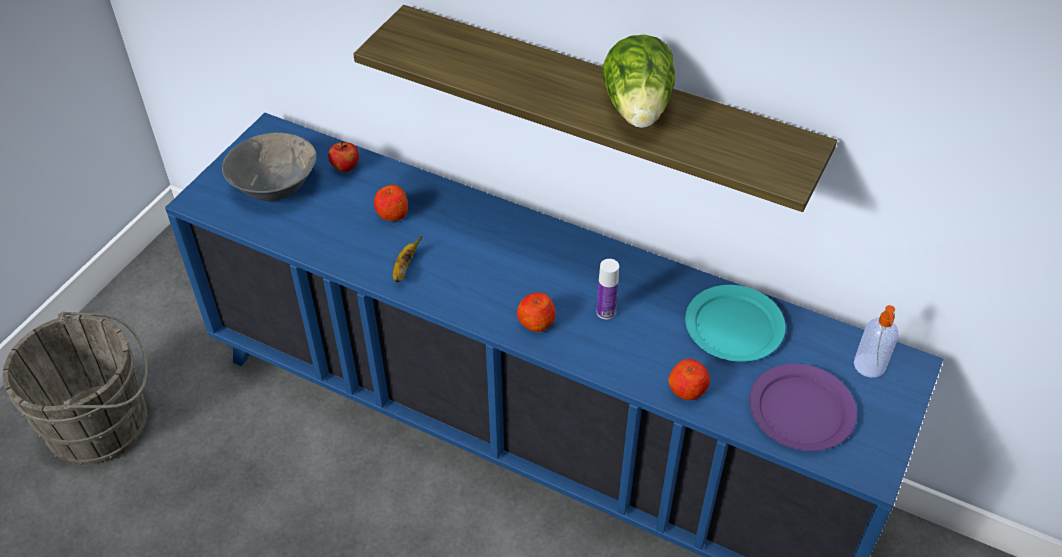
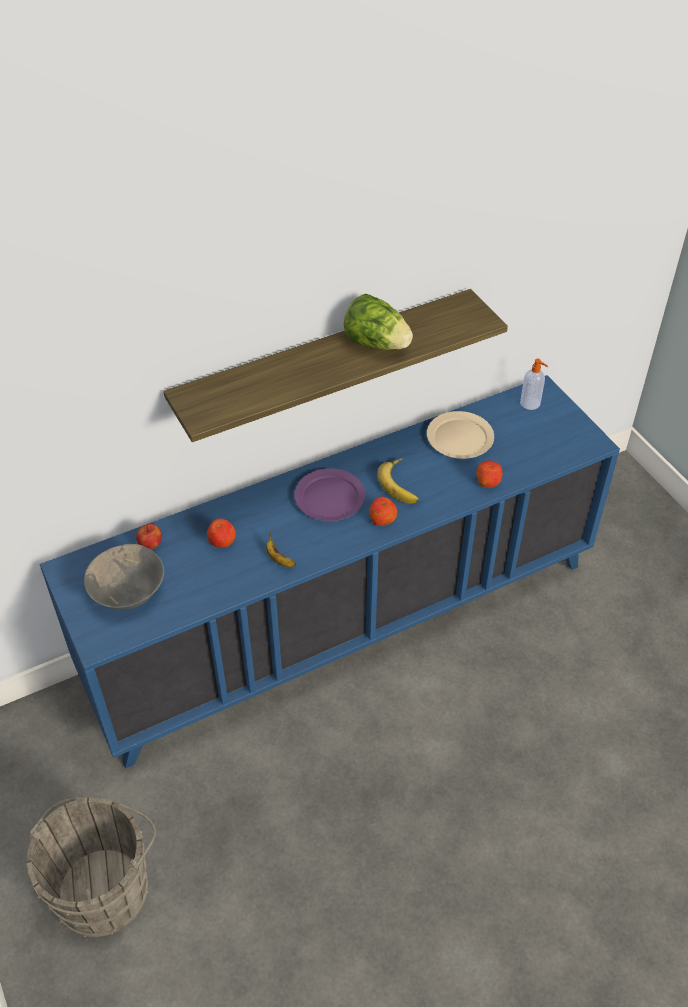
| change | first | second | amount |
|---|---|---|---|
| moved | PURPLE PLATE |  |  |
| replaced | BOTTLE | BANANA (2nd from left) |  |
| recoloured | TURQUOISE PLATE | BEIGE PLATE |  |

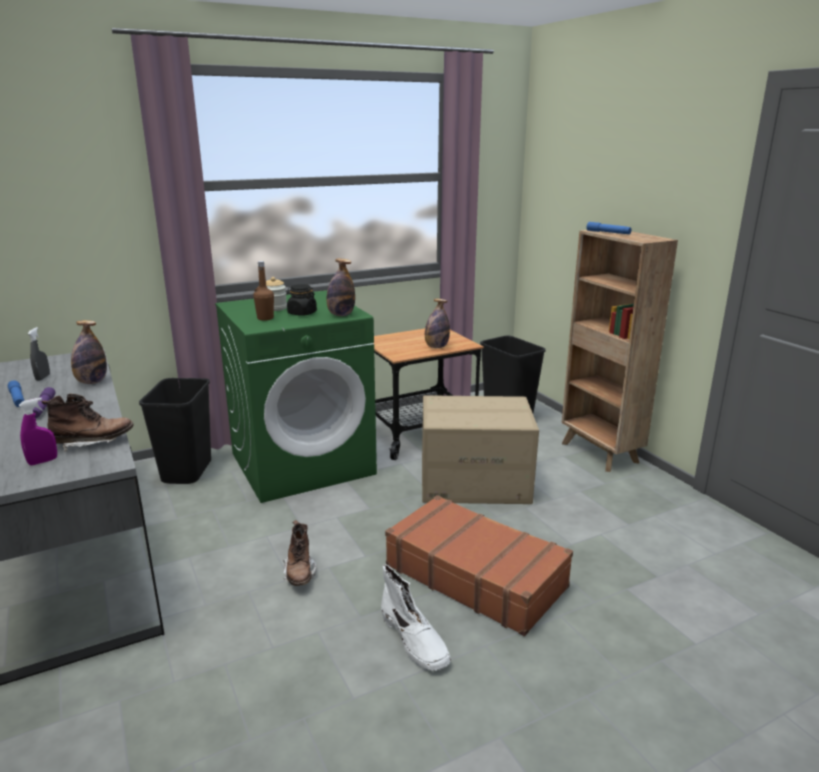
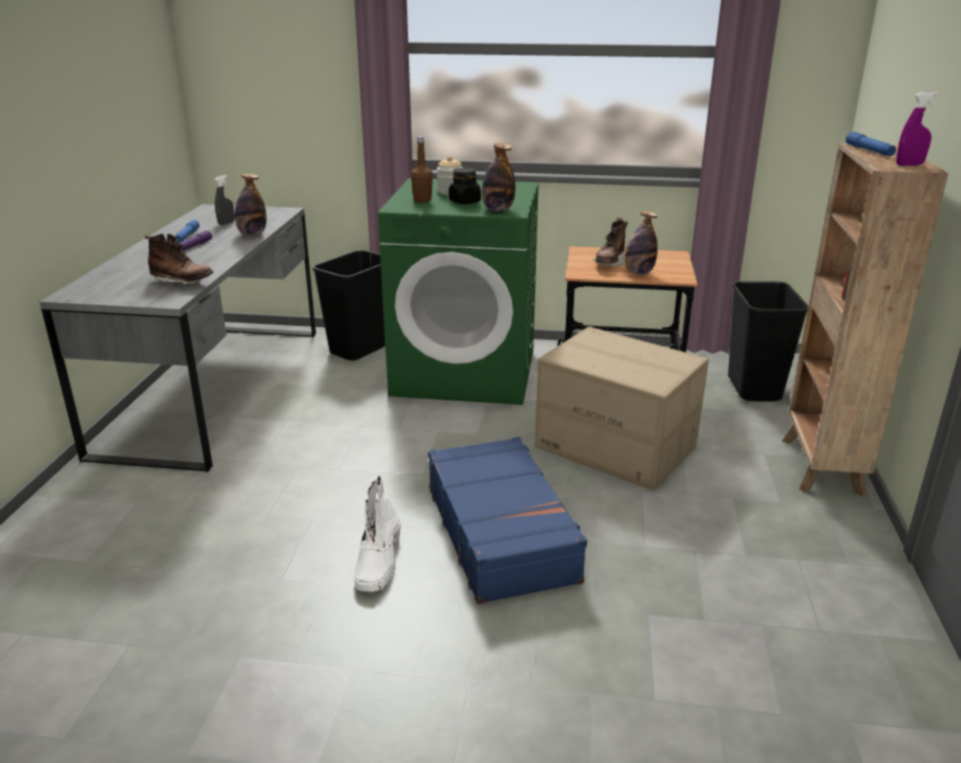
| change | first | second | amount |
|---|---|---|---|
| moved | PURPLE SPRAY BOTTLE |  |  |
| moved | BROWN BOOT (2nd from left) |  |  |
| recoloured | BROWN SUITCASE | BLUE SUITCASE |  |

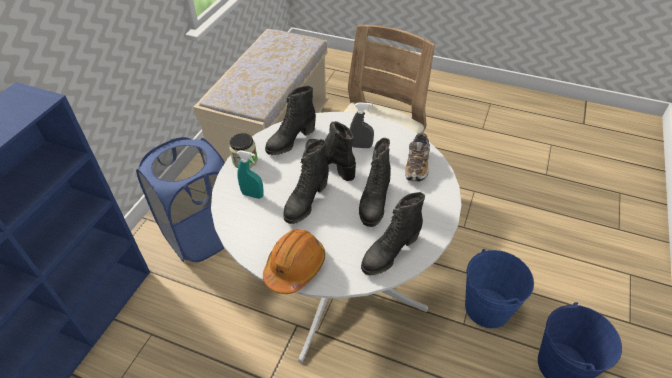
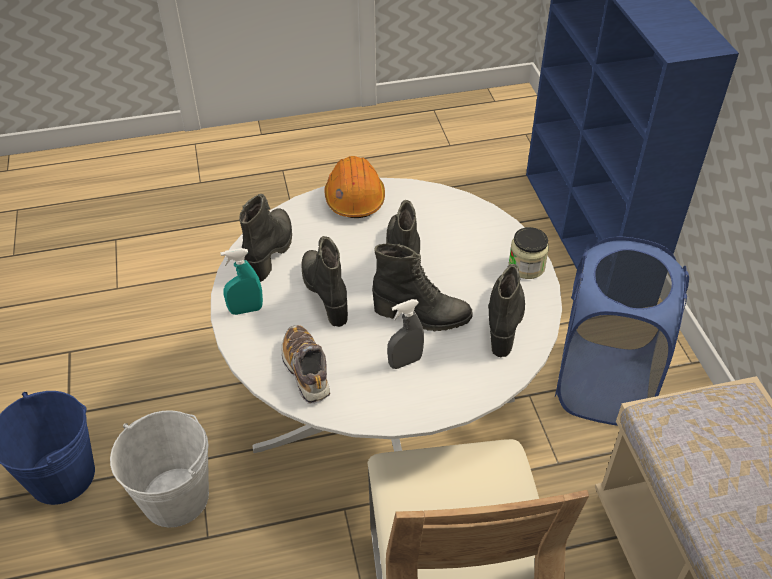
| change | first | second | amount |
|---|---|---|---|
| moved | TURQUOISE SPRAY BOTTLE |  |  |
| recoloured | BLUE BUCKET (1st from left) | WHITE BUCKET |  |

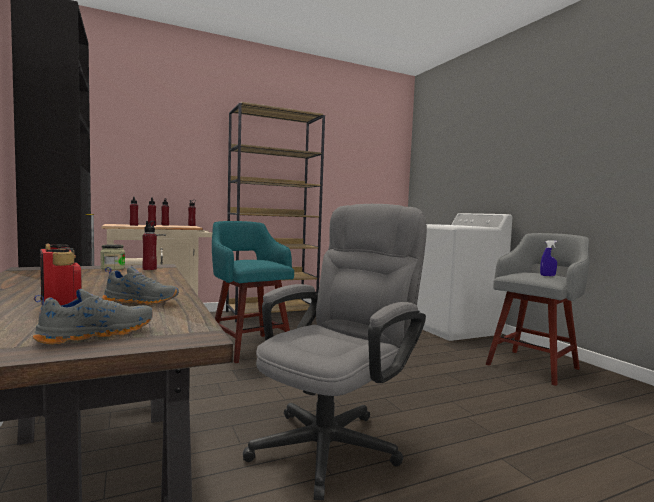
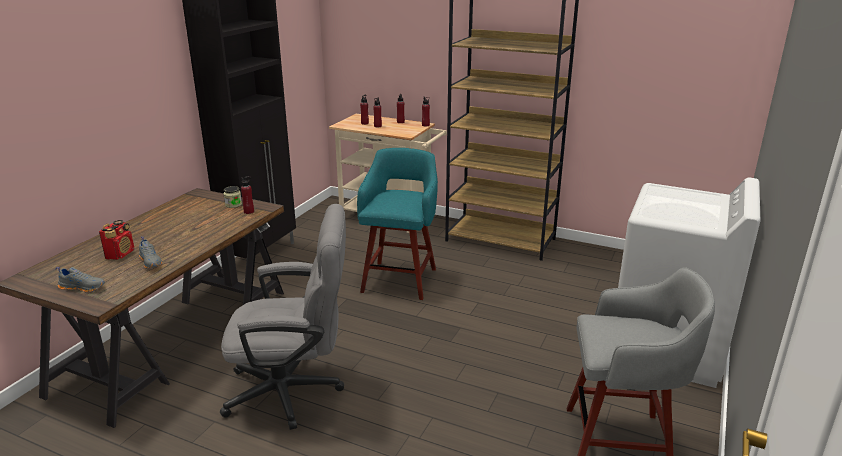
| change | first | second | amount |
|---|---|---|---|
| removed | BLUE SPRAY BOTTLE |  |  |

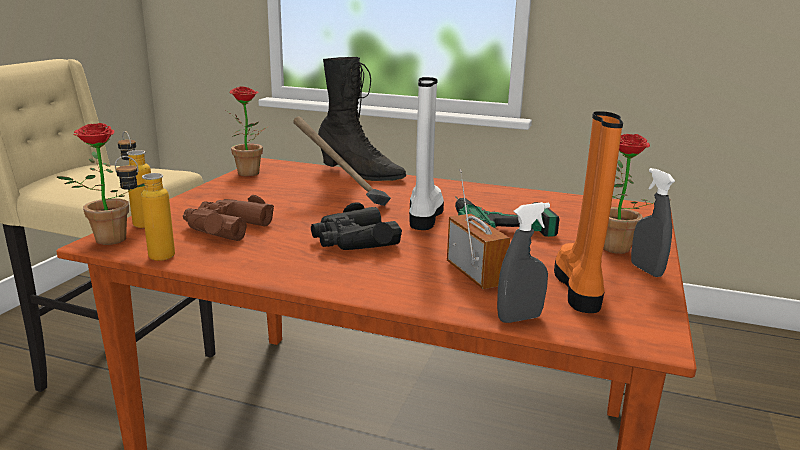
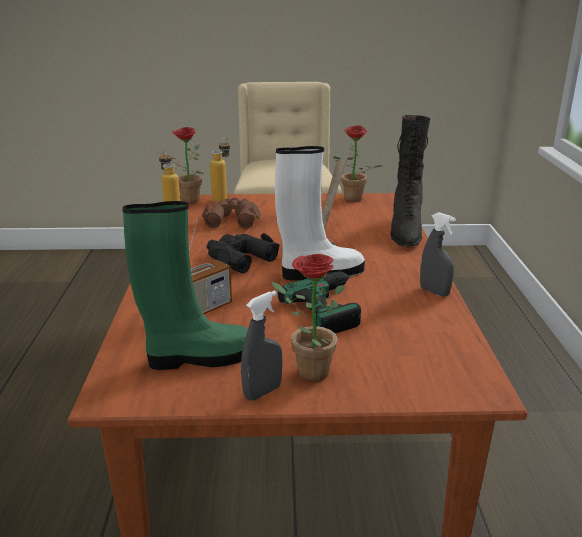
| change | first | second | amount |
|---|---|---|---|
| moved | GREY SPRAY BOTTLE (1st from left in the first image) | GREY SPRAY BOTTLE (2nd from left) |  |
| recoloured | ORANGE BOOT | GREEN BOOT |  |

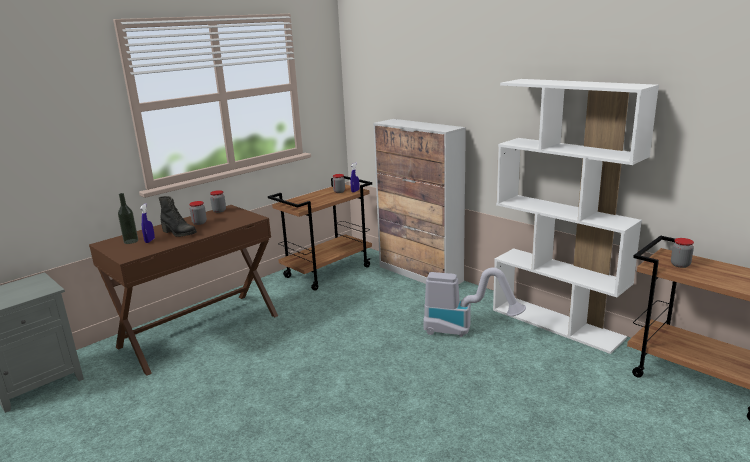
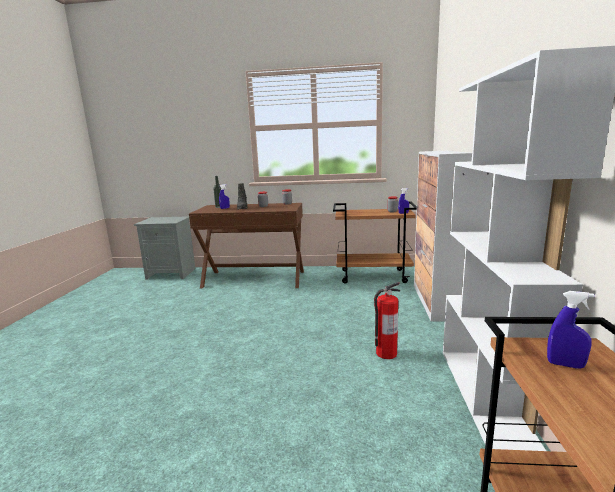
| change | first | second | amount |
|---|---|---|---|
| replaced | VACUUM CLEANER | FIRE EXTINGUISHER |  |
| replaced | JAR (4th from left) | BLUE SPRAY BOTTLE (3rd from left) |  |

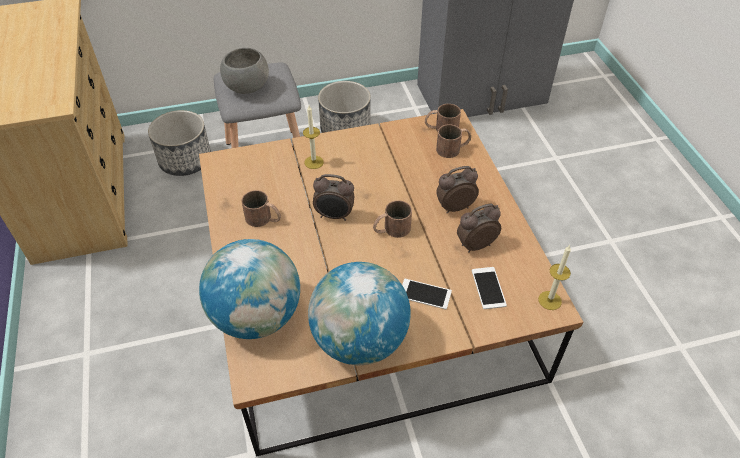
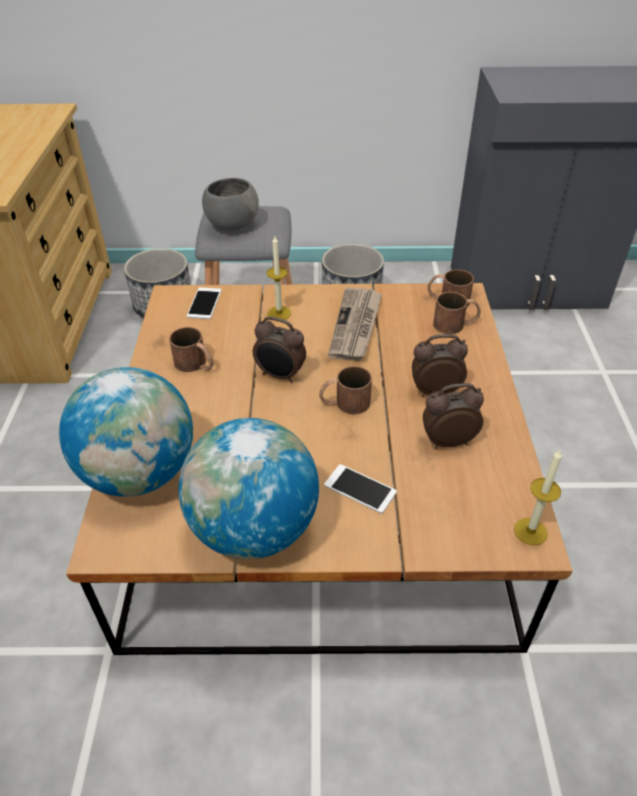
| change | first | second | amount |
|---|---|---|---|
| added |  | NEWSPAPER |  |
| moved | PHONE (2nd from left in the first image) | PHONE (1st from left) |  |

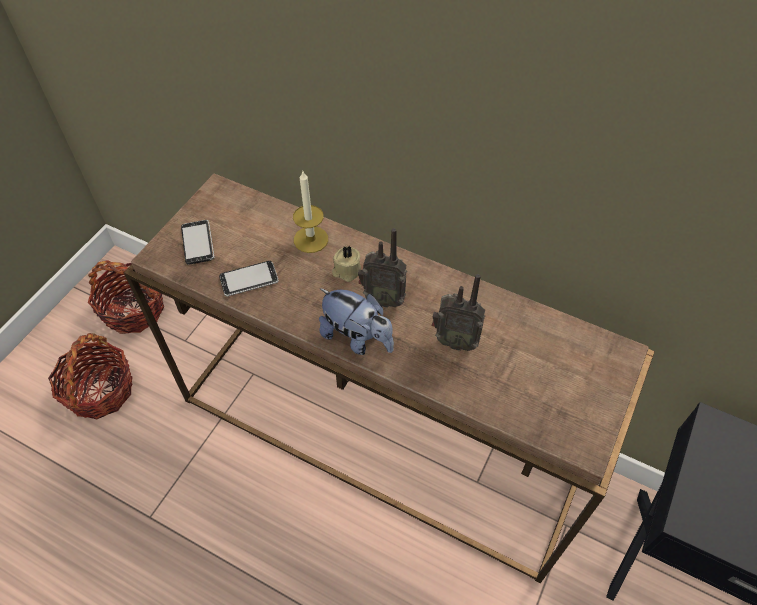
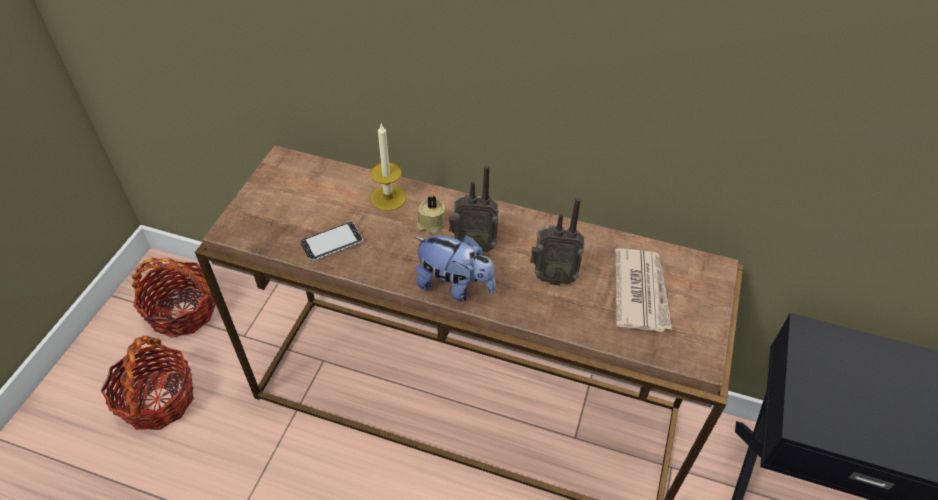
| change | first | second | amount |
|---|---|---|---|
| removed | PHONE (1st from left) |  |  |
| added |  | NEWSPAPER |  |

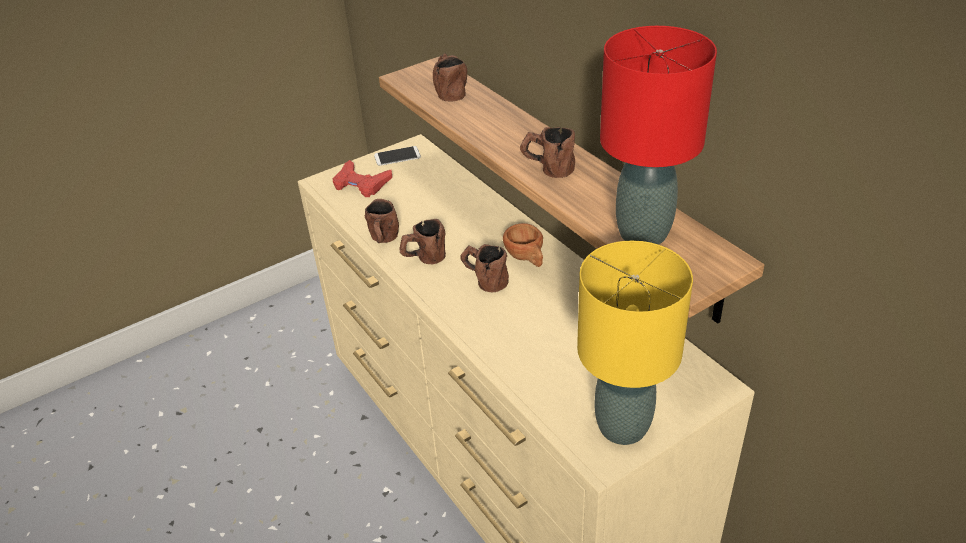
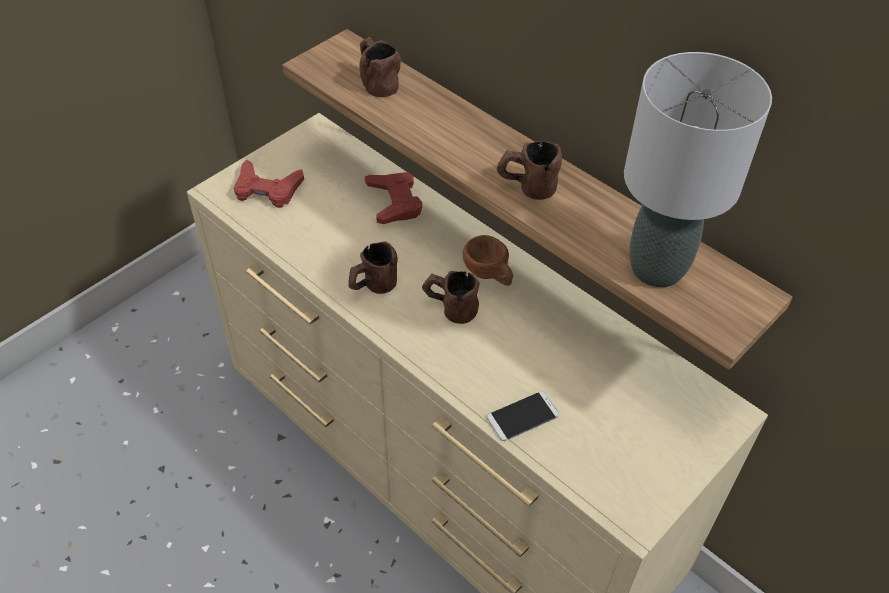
| change | first | second | amount |
|---|---|---|---|
| removed | BROWN MUG (1st from left) |  |  |
| removed | YELLOW TABLE LAMP |  |  |
| added |  | RED GAME CONTROLLER (2nd from left) |  |
| moved | PHONE |  |  |
| recoloured | RED TABLE LAMP | GREY TABLE LAMP |  |

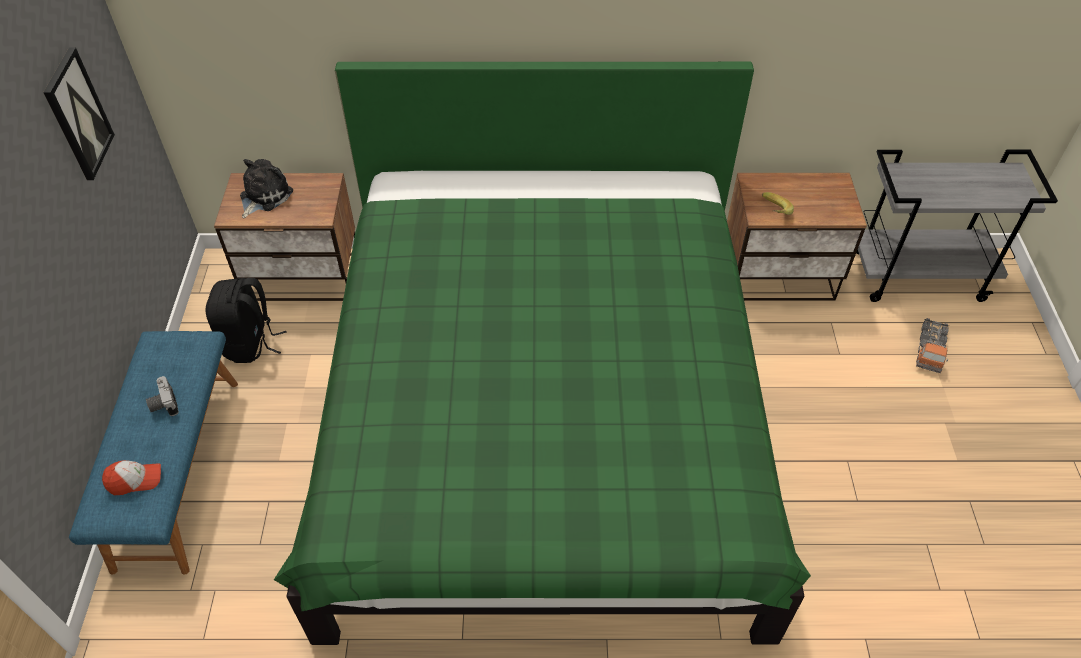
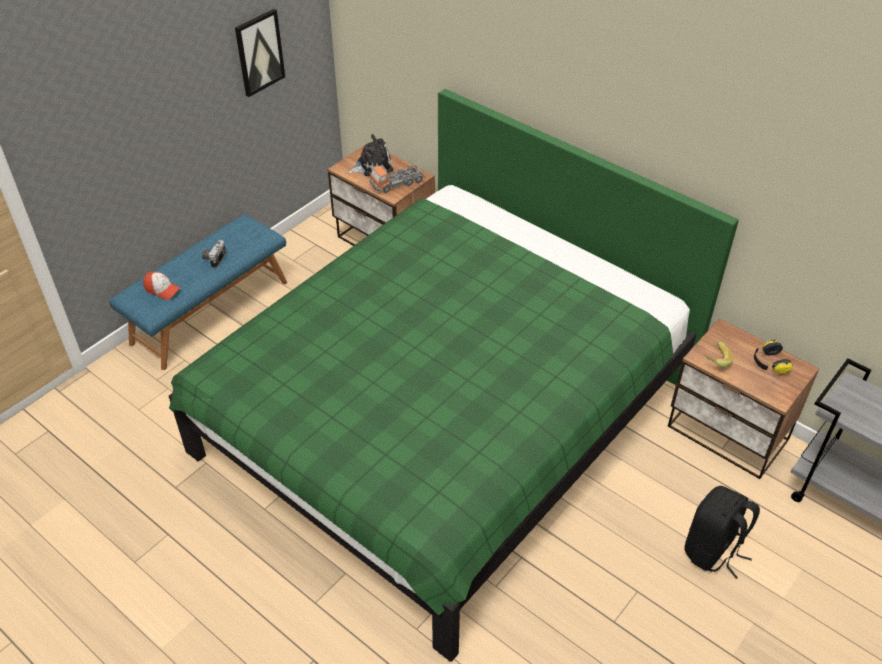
| change | first | second | amount |
|---|---|---|---|
| added |  | HEADPHONES |  |
| moved | BLACK BACKPACK |  |  |
| moved | TOY TRUCK |  |  |

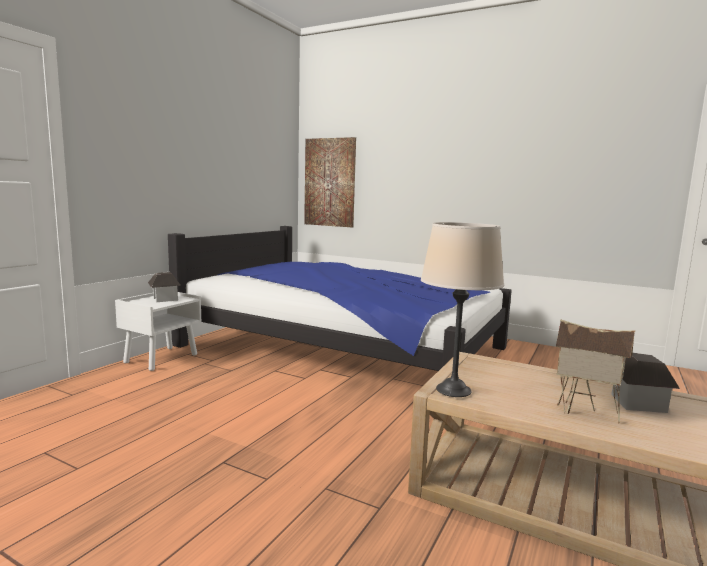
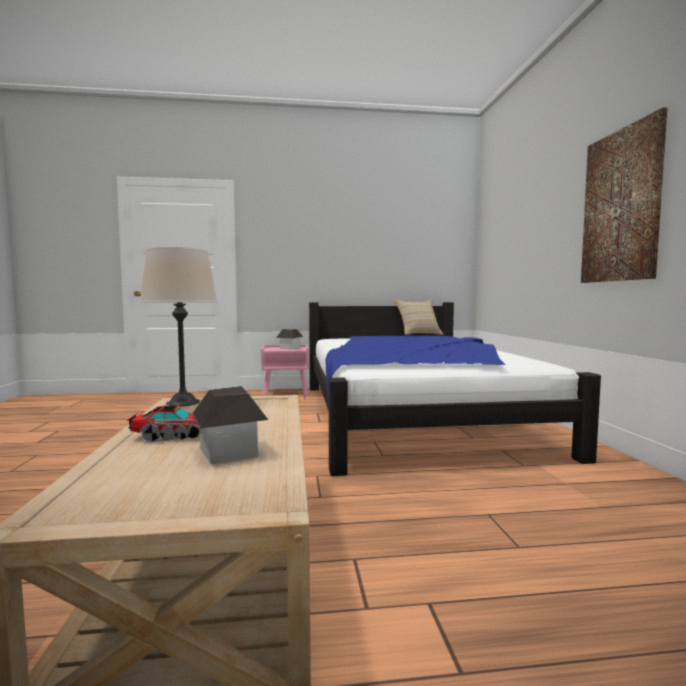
| change | first | second | amount |
|---|---|---|---|
| added |  | BEIGE PILLOW |  |
| moved | PICTURE |  |  |
| replaced | TOY HOUSE (2nd from left) | TOY TRUCK |  |
| recoloured | WHITE NIGHTSTAND | PINK NIGHTSTAND |  |

